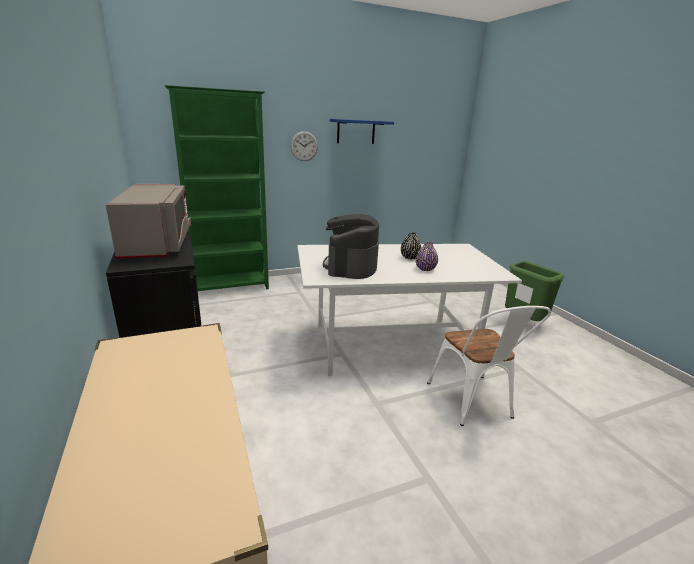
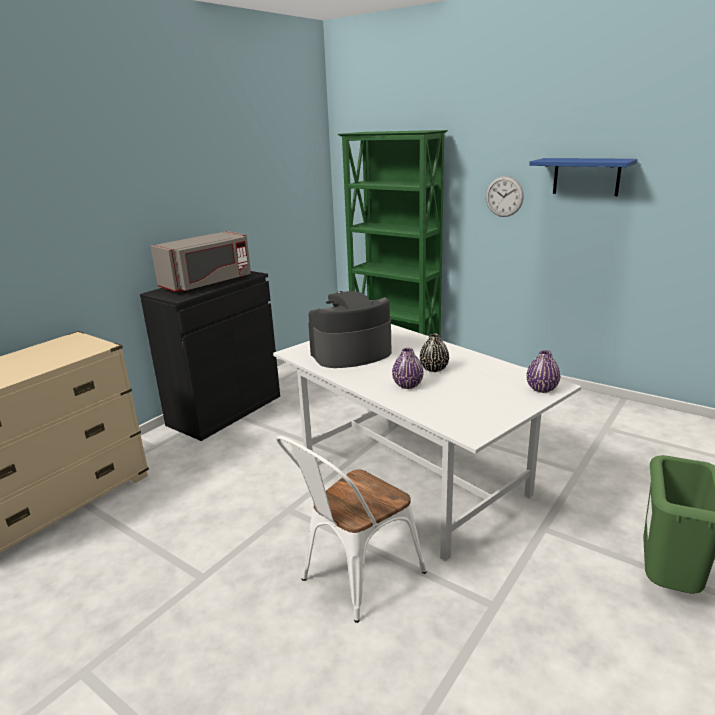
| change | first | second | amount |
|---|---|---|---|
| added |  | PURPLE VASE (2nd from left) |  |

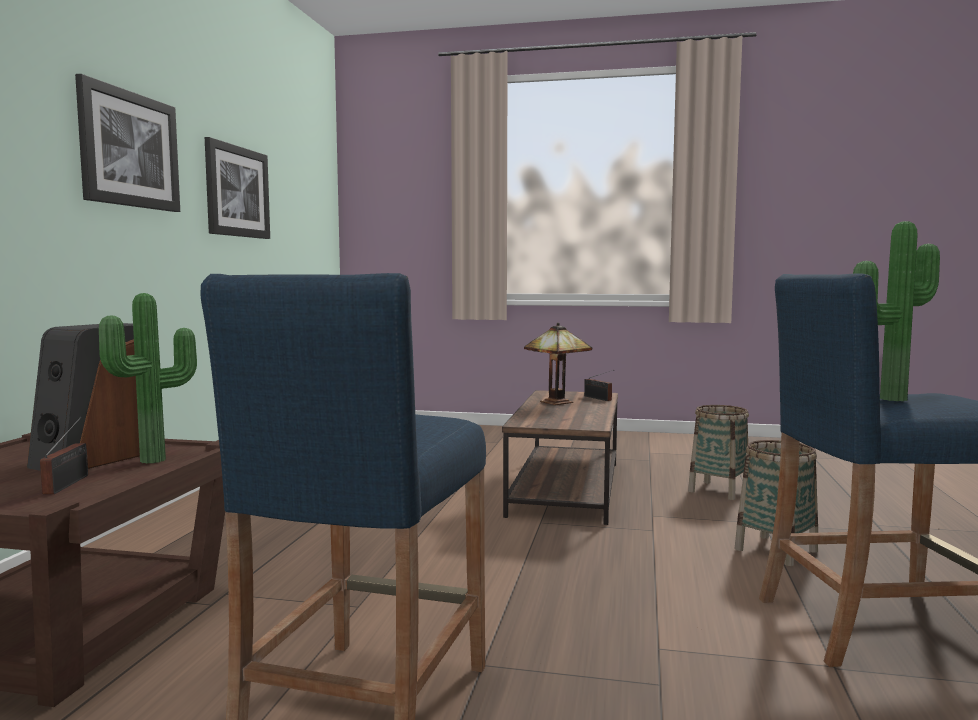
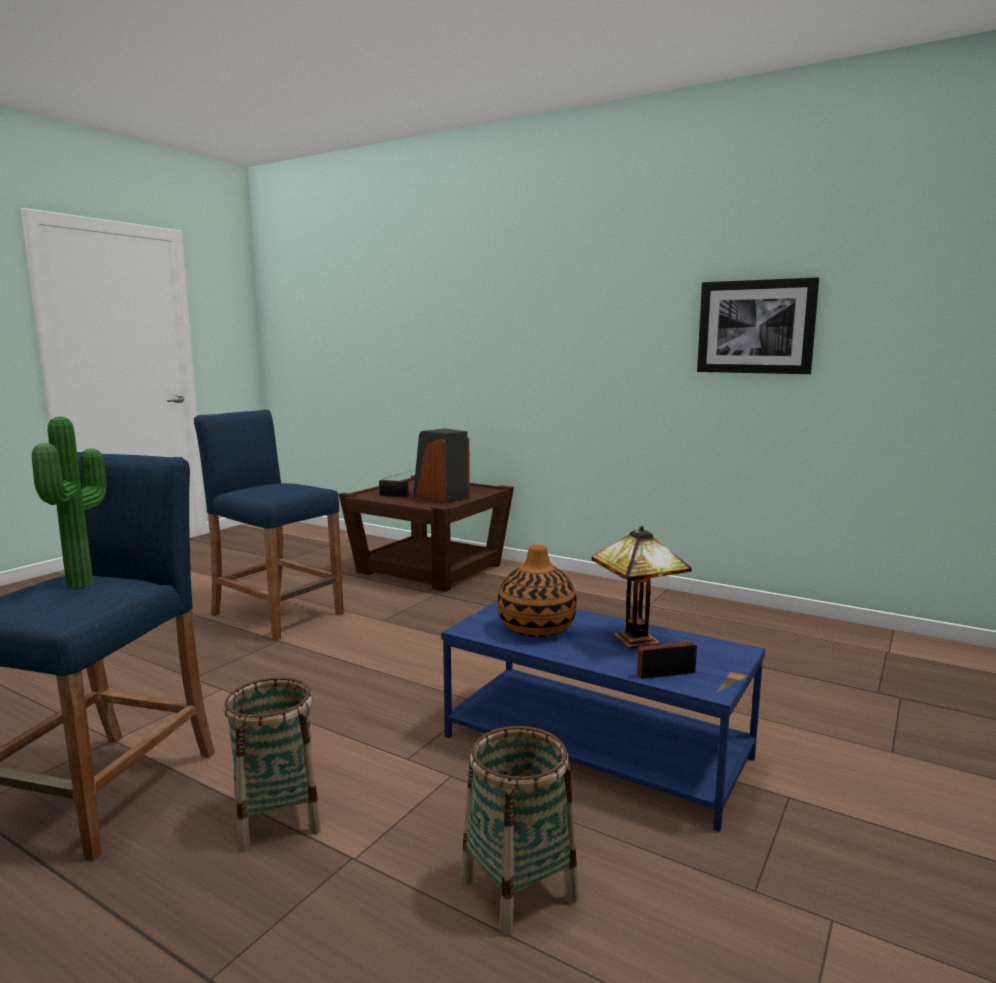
| change | first | second | amount |
|---|---|---|---|
| removed | PICTURE (1st from left) |  |  |
| removed | POTTED PLANT (1st from left) |  |  |
| added |  | VASE |  |
| recoloured | BROWN COFFEE TABLE | BLUE COFFEE TABLE |  |

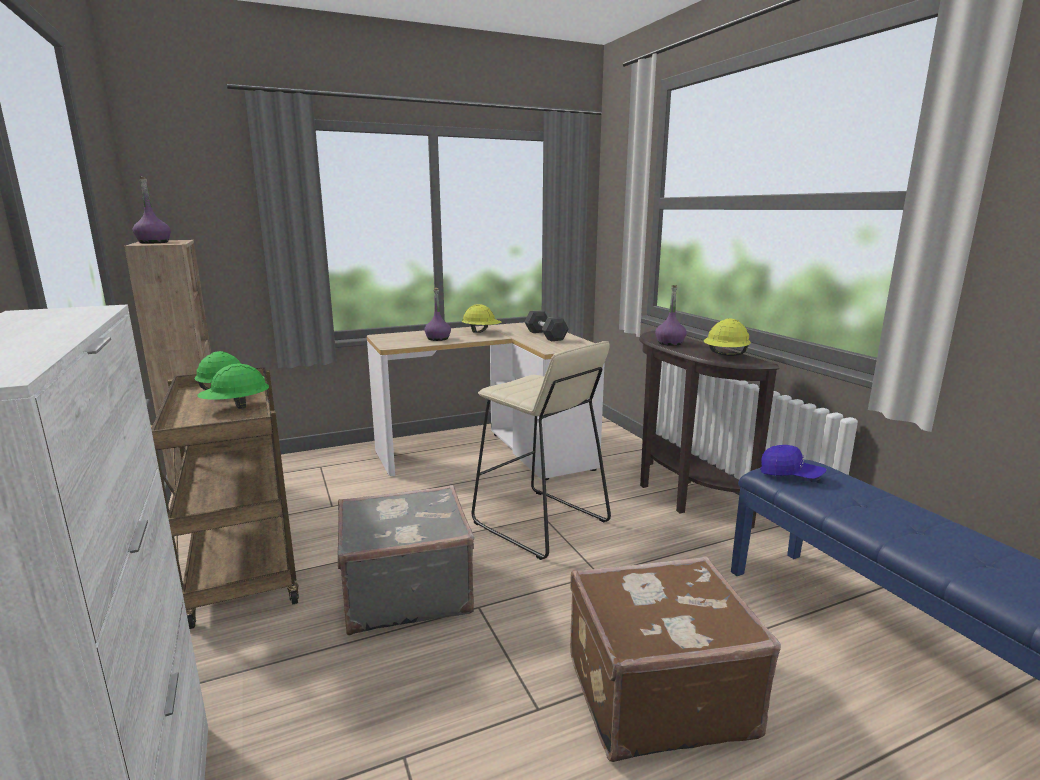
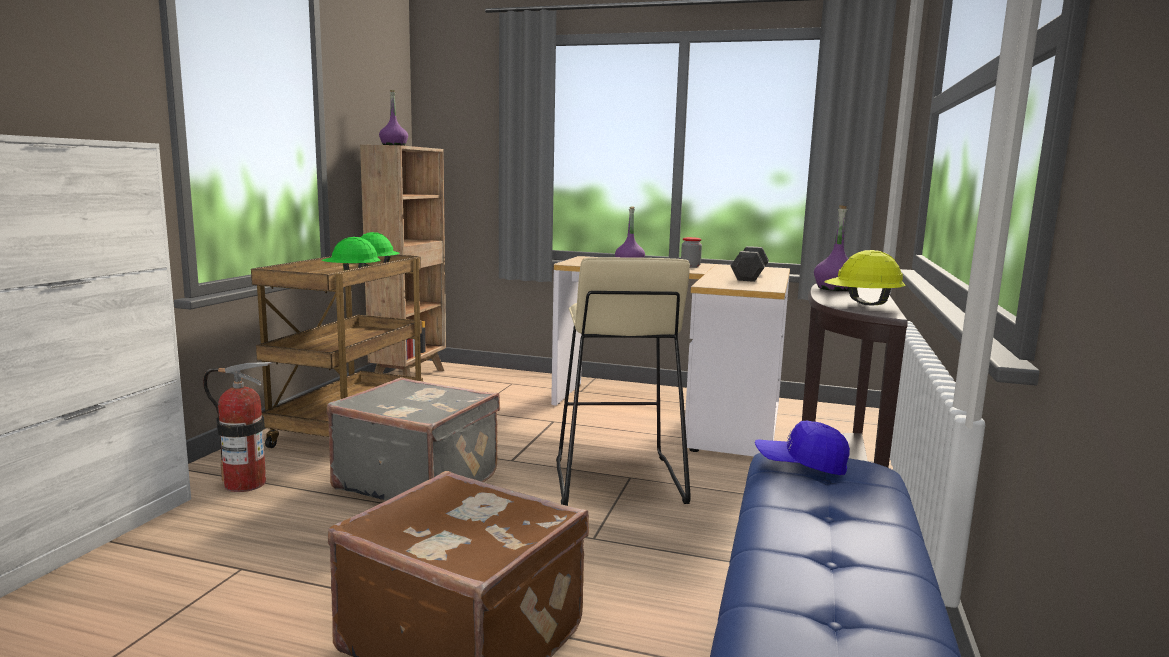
| change | first | second | amount |
|---|---|---|---|
| added |  | FIRE EXTINGUISHER |  |
| replaced | YELLOW HARD HAT (1st from left) | JAR |  |
| turned | BLUE CAP |  | 120 degrees clockwise |

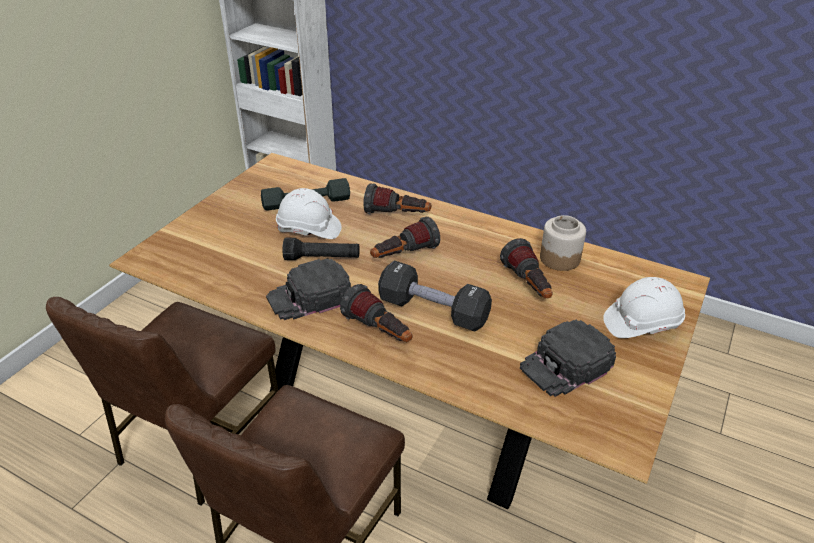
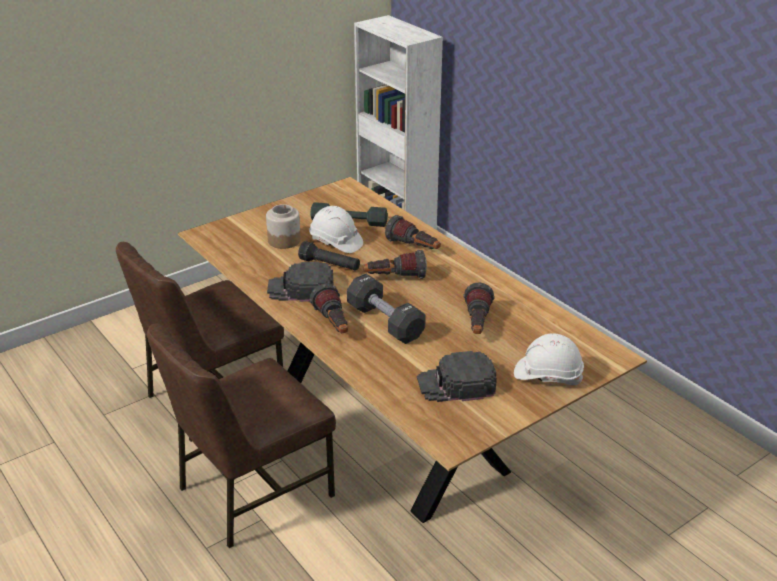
| change | first | second | amount |
|---|---|---|---|
| moved | JAR |  |  |

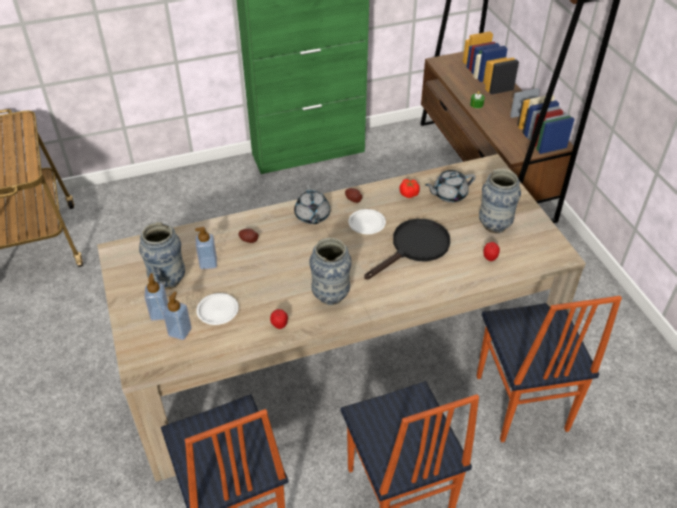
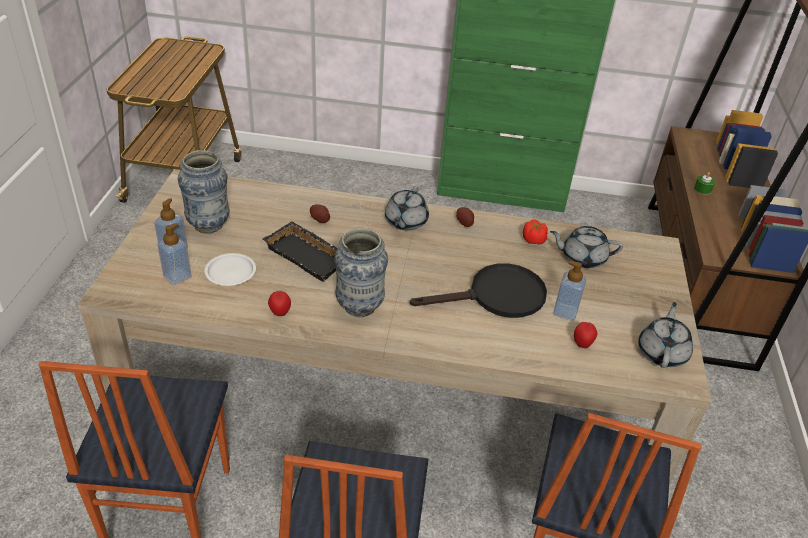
| change | first | second | amount |
|---|---|---|---|
| removed | WHITE PLATE (2nd from left) |  |  |
| removed | VASE (3rd from left) |  |  |
| added |  | BLACK TRAY |  |
| added |  | GREY TEAPOT (3rd from left) |  |
| moved | SOAP DISPENSER (3rd from left) |  |  |

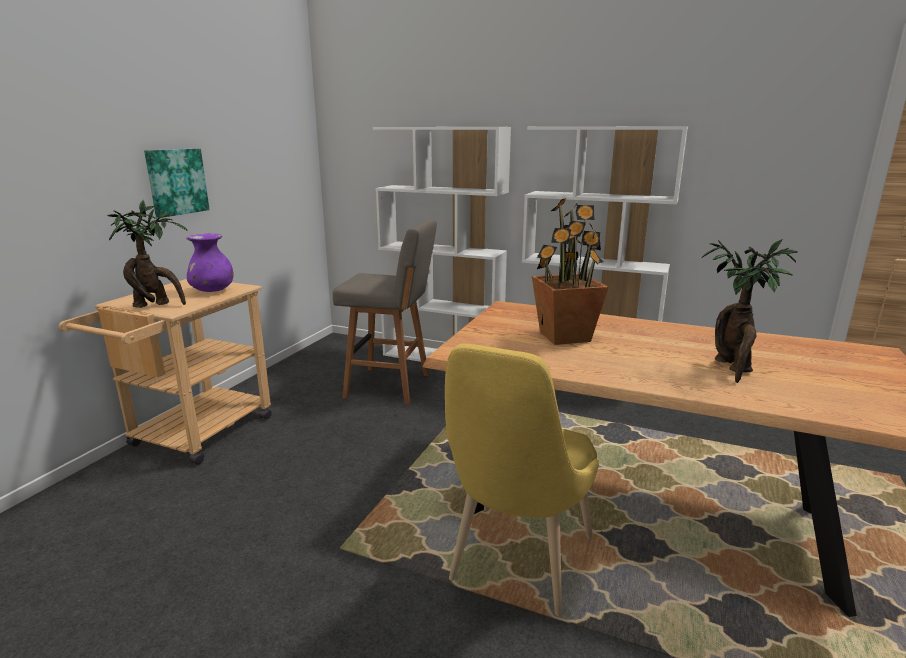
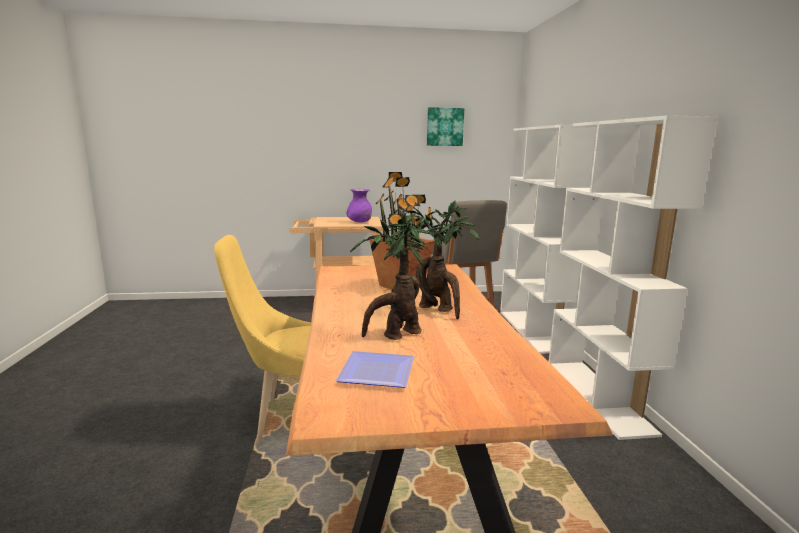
| change | first | second | amount |
|---|---|---|---|
| added |  | PLATE |  |
| moved | POTTED PLANT (1st from left in the first image) | POTTED PLANT (3rd from left) |  |
| moved | PICTURE |  |  |

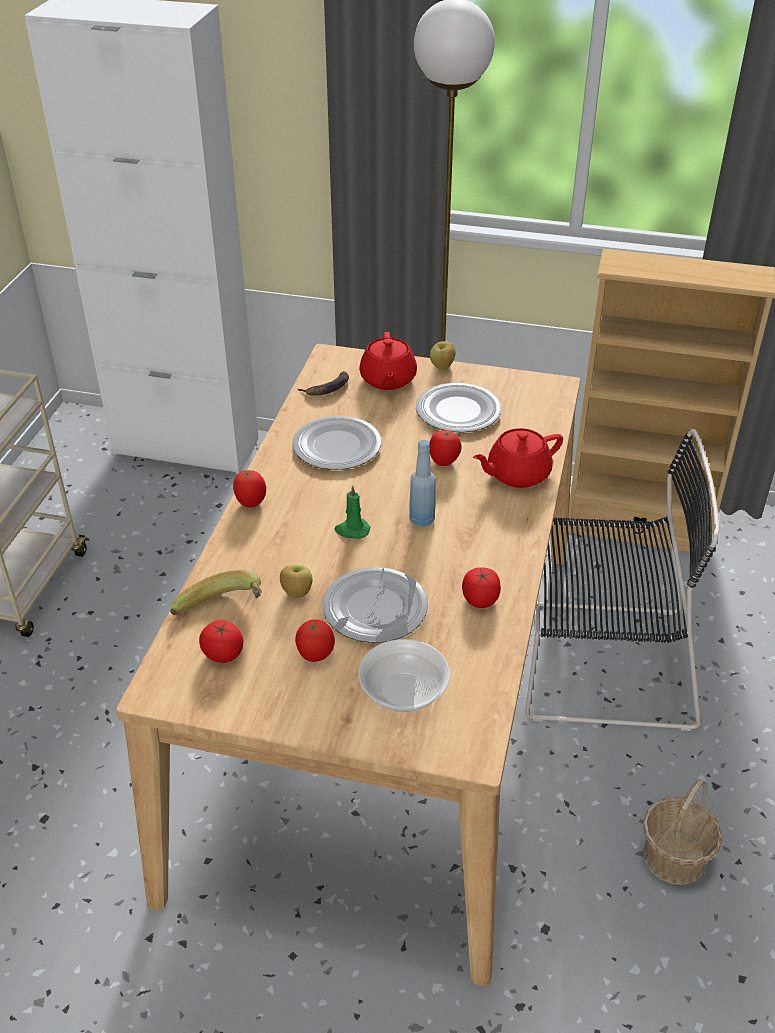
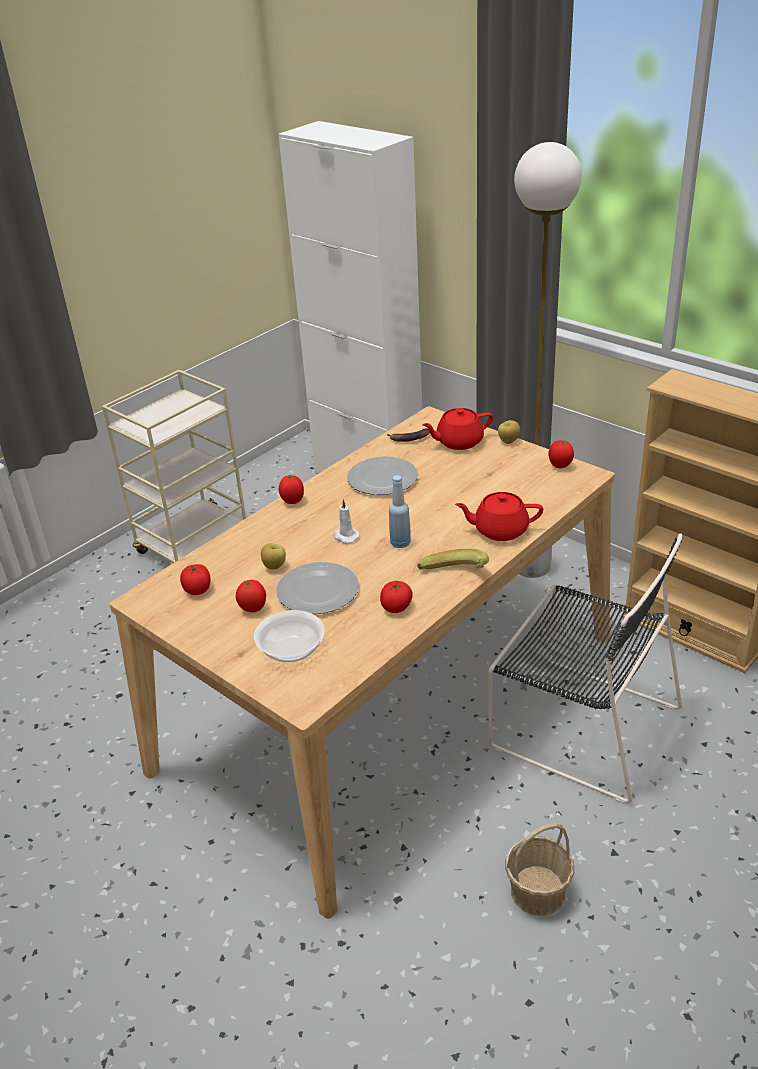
| change | first | second | amount |
|---|---|---|---|
| removed | PLATE (3rd from left) |  |  |
| moved | BANANA (1st from left in the first image) | BANANA (2nd from left) |  |
| moved | TOMATO (4th from left in the first image) | TOMATO (5th from left) |  |
| recoloured | GREEN CANDLE | WHITE CANDLE |  |
| turned | RED TEAPOT (1st from left) |  | 45 degrees clockwise |

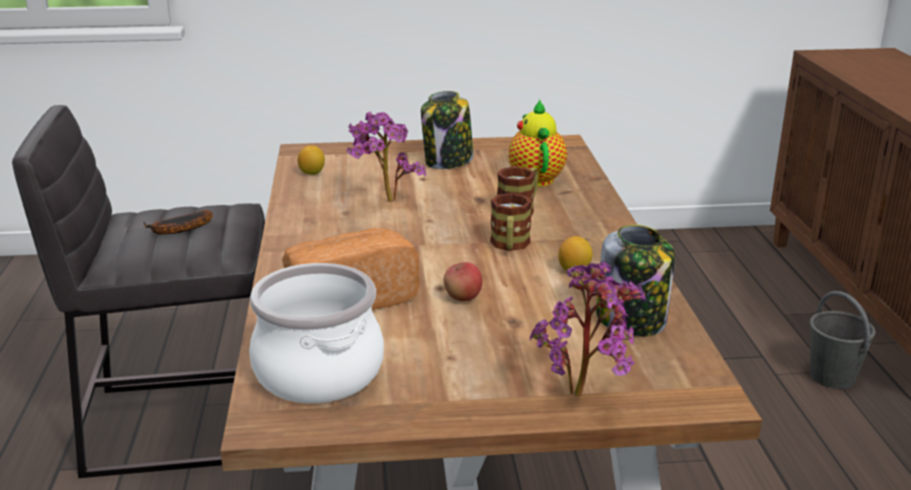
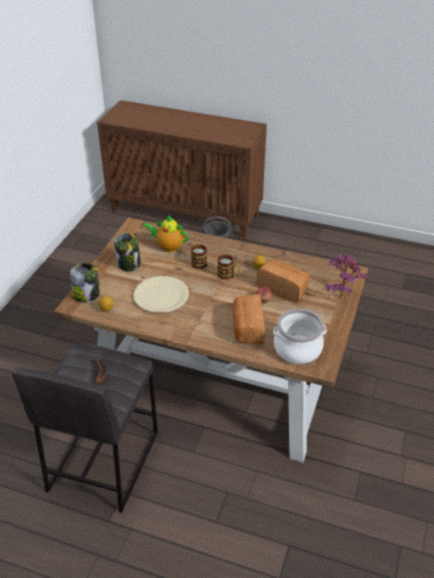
| change | first | second | amount |
|---|---|---|---|
| added |  | BREAD (2nd from left) |  |
| moved | JAR (2nd from left in the first image) | JAR (1st from left) |  |
| replaced | POTTED PLANT (1st from left) | BEIGE PLATE |  |

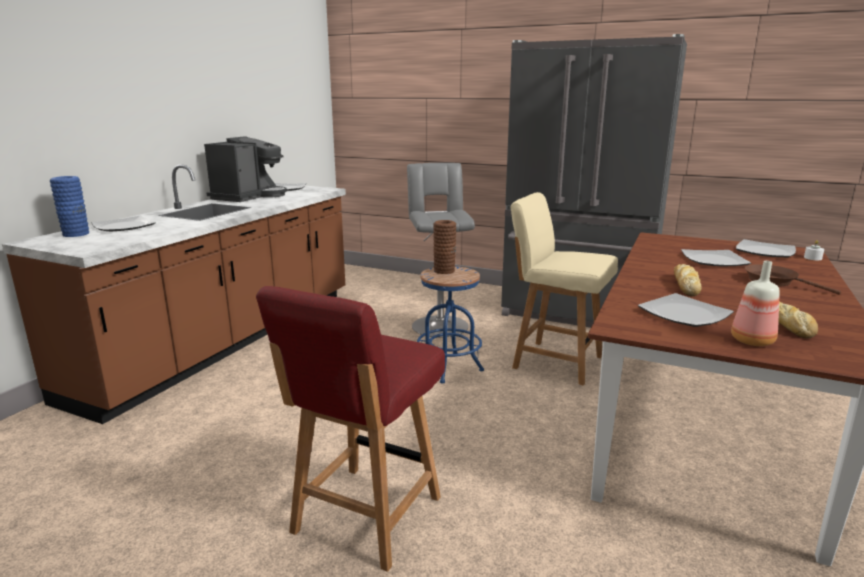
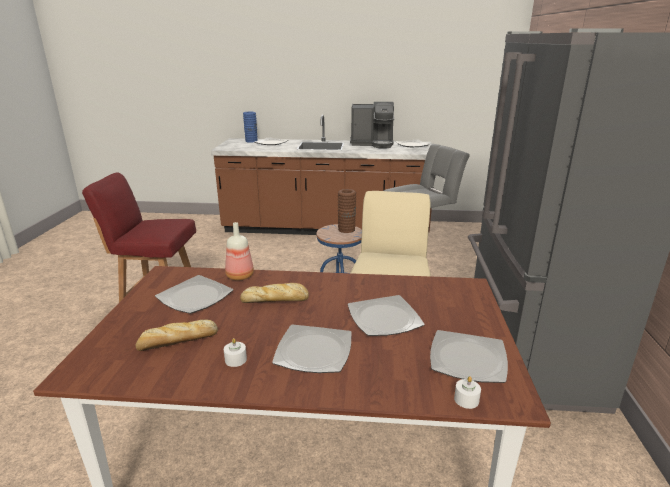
| change | first | second | amount |
|---|---|---|---|
| added |  | WHITE CANDLE (1st from left) |  |
| moved | BOTTLE |  |  |
| replaced | BROWN FRYING PAN | PLATE (3rd from left) |  |

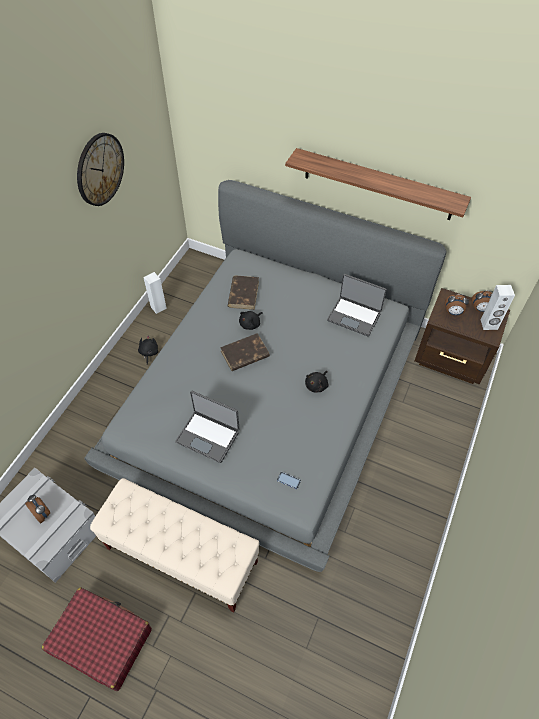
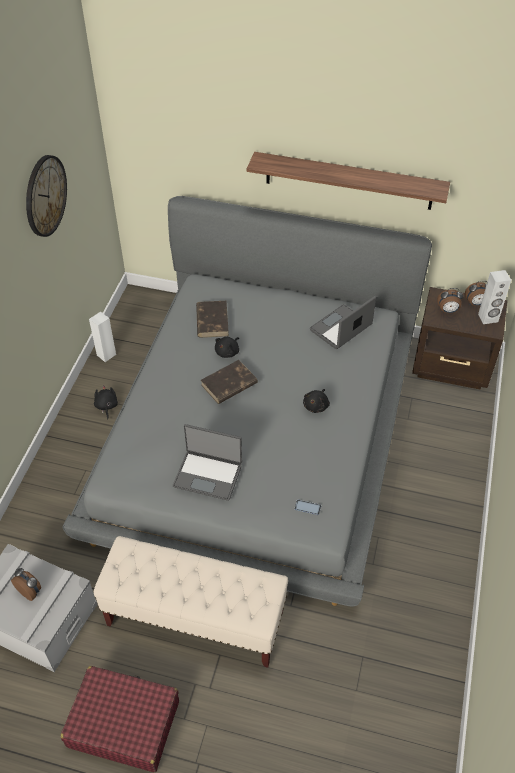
| change | first | second | amount |
|---|---|---|---|
| turned | LAPTOP (2nd from left) |  | 120 degrees clockwise |

